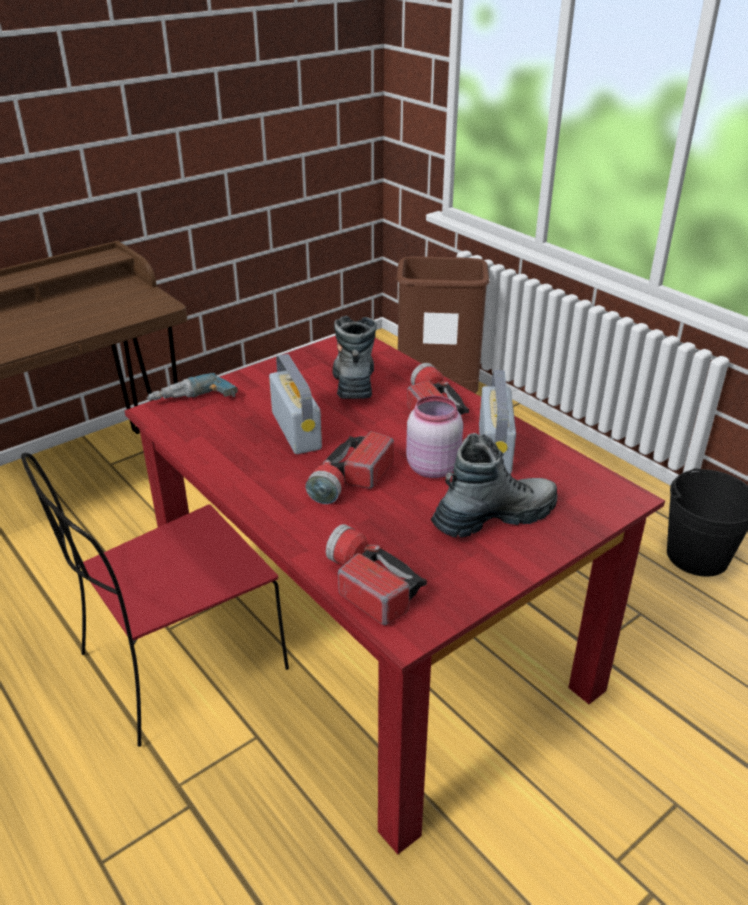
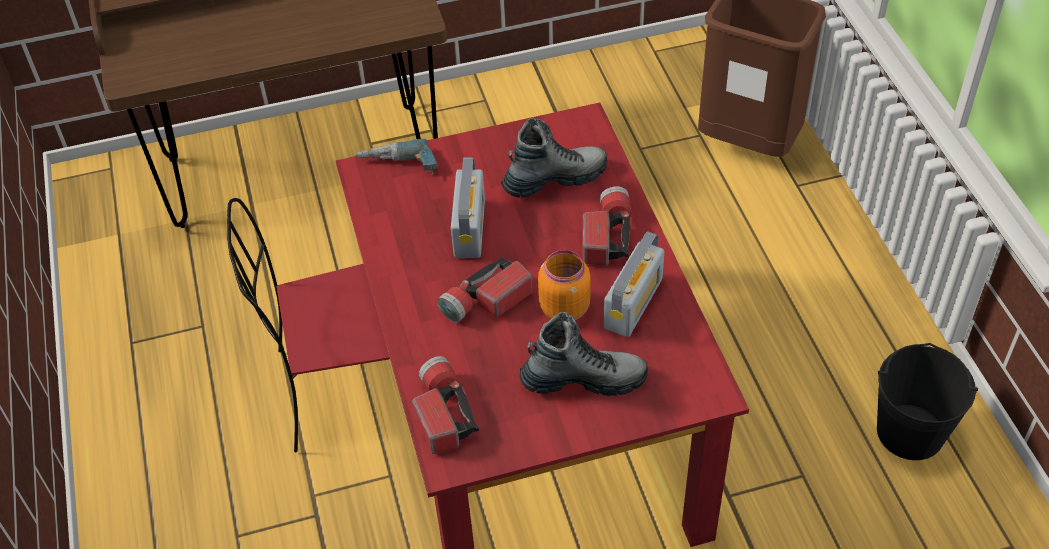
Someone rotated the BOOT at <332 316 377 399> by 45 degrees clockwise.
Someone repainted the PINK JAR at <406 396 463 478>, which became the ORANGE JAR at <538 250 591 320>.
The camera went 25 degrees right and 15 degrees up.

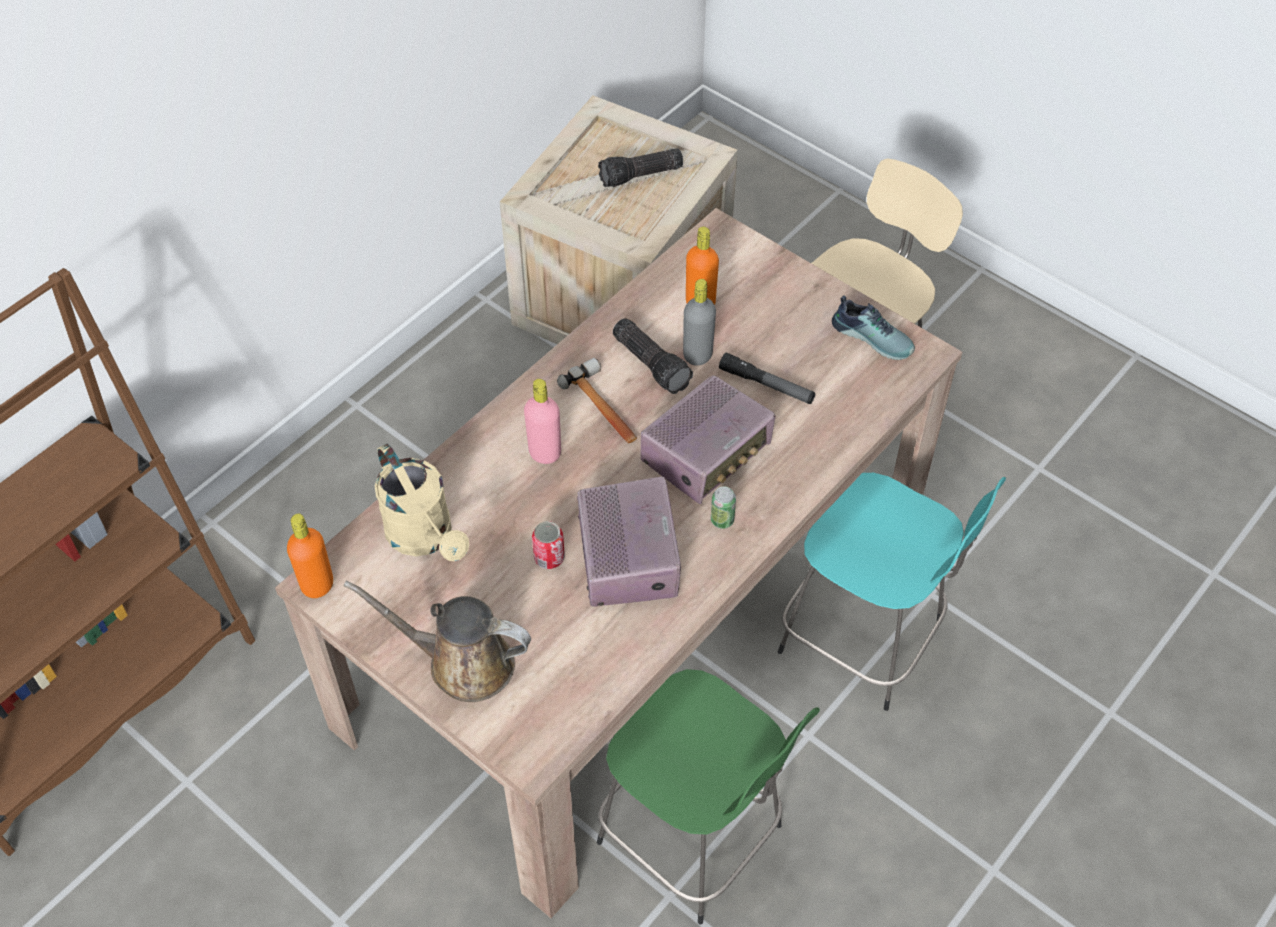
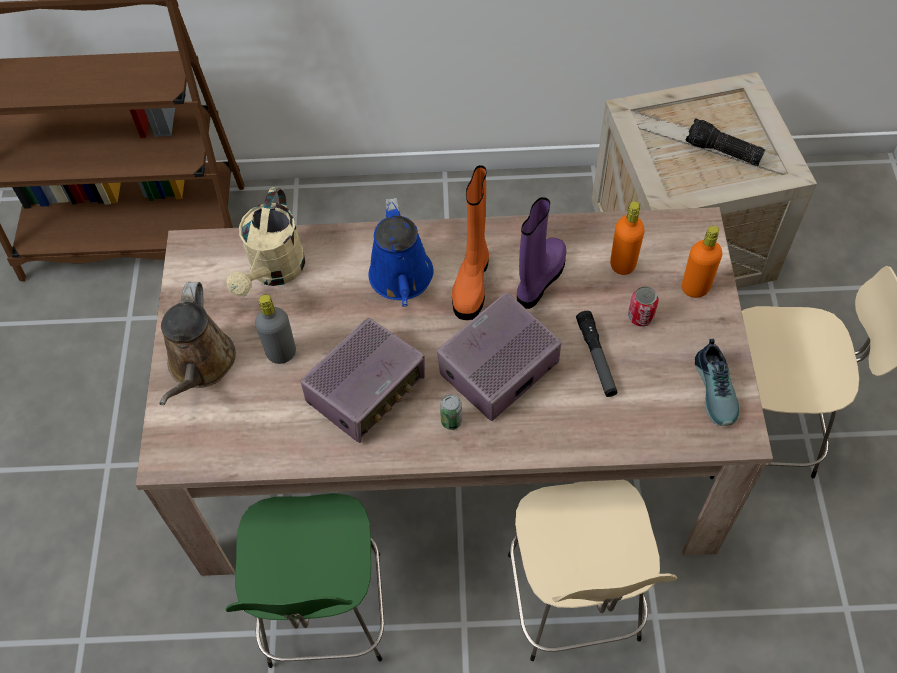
Someone carried the GREY BOTTLE from <683 279 716 366> to <255 295 296 364>.
Someone swapped the FLASHLIGHT at <613 318 693 394> for the PURPLE BOOT at <517 197 566 309>.
Someone swapped the HAMMER at <557 358 637 443> for the ORANGE BOOT at <452 165 489 320>.
Someone rotated the RADIO at <641 375 775 504> by 135 degrees clockwise.
Someone swapped the PINK BOTTLE at <524 379 561 464> for the BLUE WATERING CAN at <368 198 434 307>.
Someone repainted the TURQUOISE STOOL at <778 473 1006 711>, which became the BEIGE STOOL at <508 480 677 661>.
Someone carried the ORANGE BOTTLE from <287 514 333 598> to <682 226 722 298>.
Someone carried the CAN from <532 521 565 569> to <628 286 659 327>.
Someone rotated the BROWN WATERING CAN at <344 580 531 702> by 150 degrees counterclockwise.
The camera went 50 degrees right and 5 degrees up.

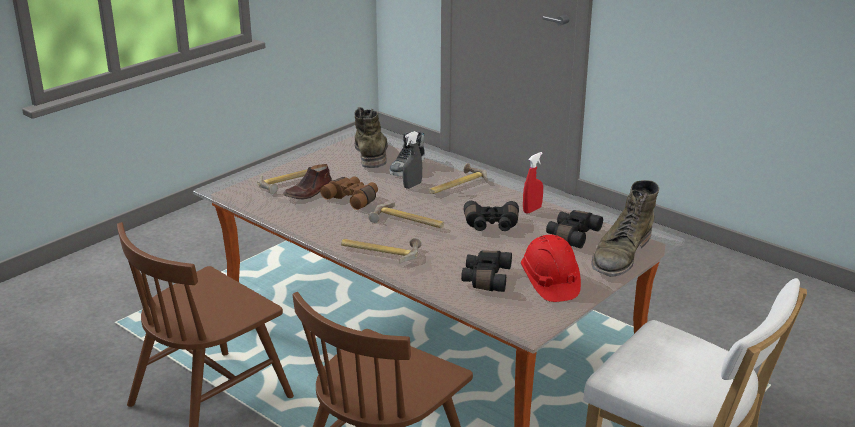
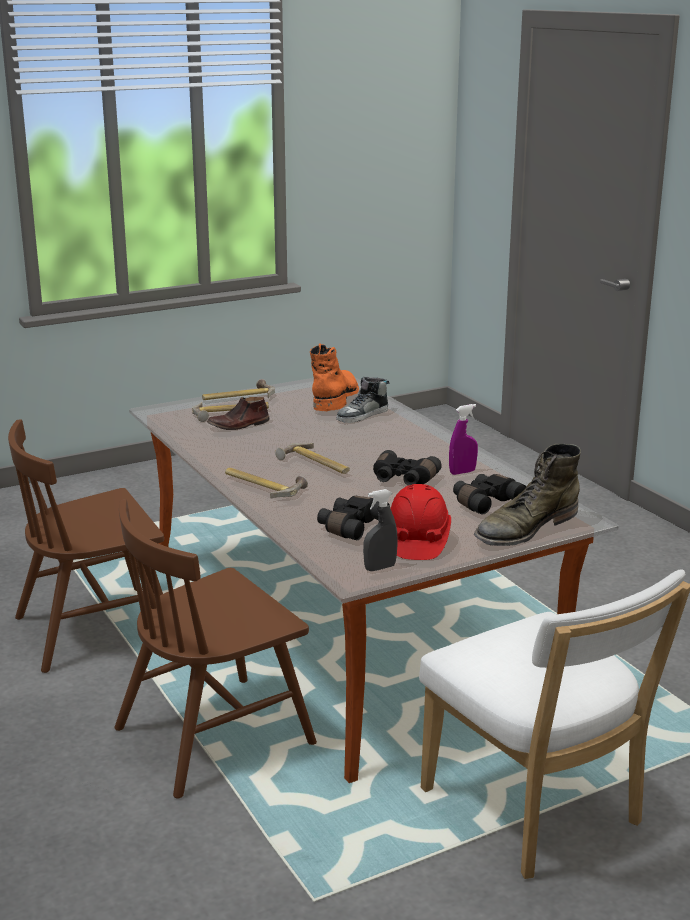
Someone repainted the GREEN BOOT at <354 107 388 168>, which became the ORANGE BOOT at <310 344 359 411>.
Someone carried the GREY SPRAY BOTTLE from <403 131 422 189> to <363 489 398 571>.
Someone repainted the RED SPRAY BOTTLE at <523 152 543 214>, which became the PURPLE SPRAY BOTTLE at <449 404 478 475>.
Someone carried the HAMMER from <429 163 488 194> to <202 379 275 400>.
Someone took away the BROWN BINOCULARS at <320 176 378 210>.
The camera went 20 degrees right and 5 degrees down.

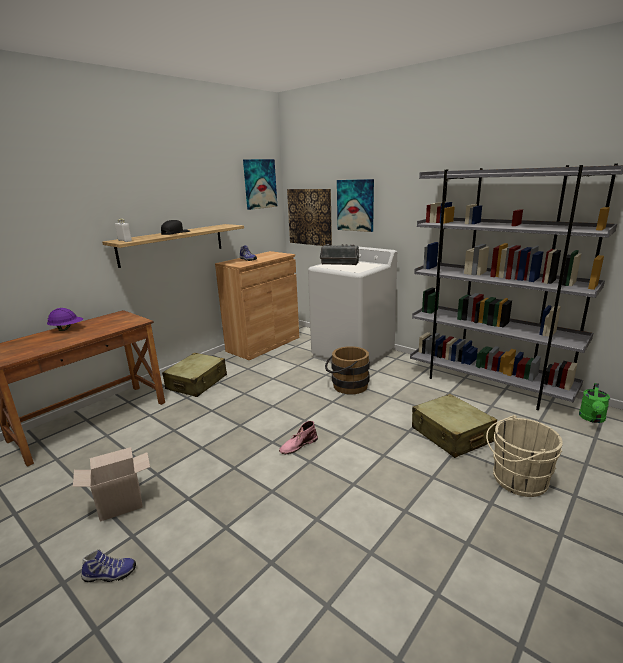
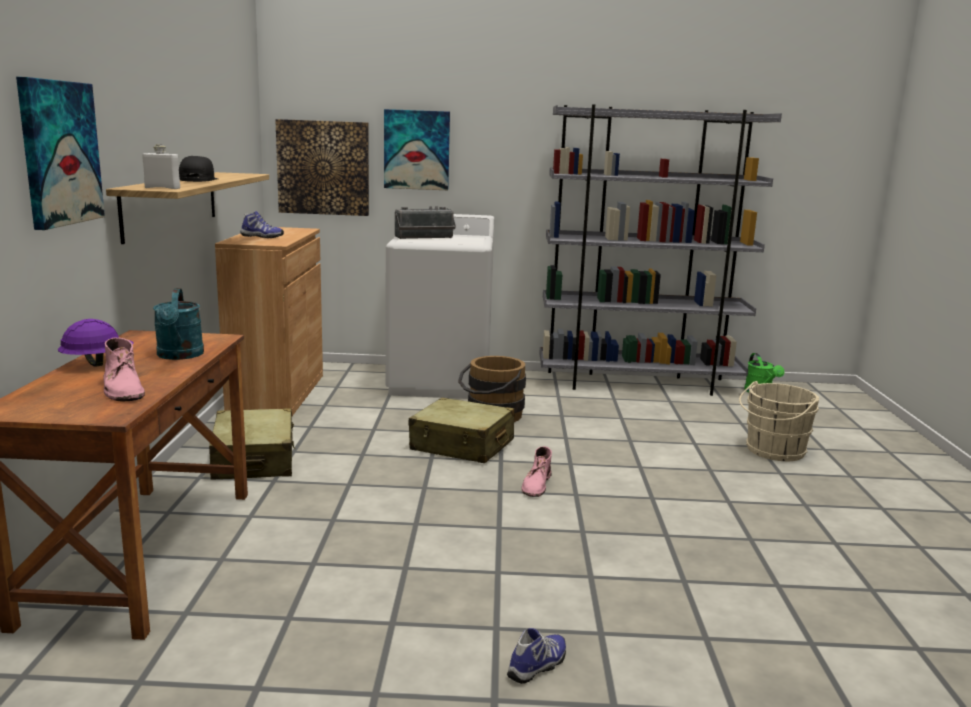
Someone carried the PICTURE from <243 159 277 210> to <16 77 105 230>.
Someone carried the BEIGE SUITCASE from <412 394 497 458> to <409 397 514 463>.
Someone took away the CARDBOARD BOX at <73 447 150 522>.
Someone put down the TURQUOISE WATERING CAN at <153 289 204 360>.
Someone put down the PINK BOOT at <103 337 145 401>.
The camera went 40 degrees left and 5 degrees down.

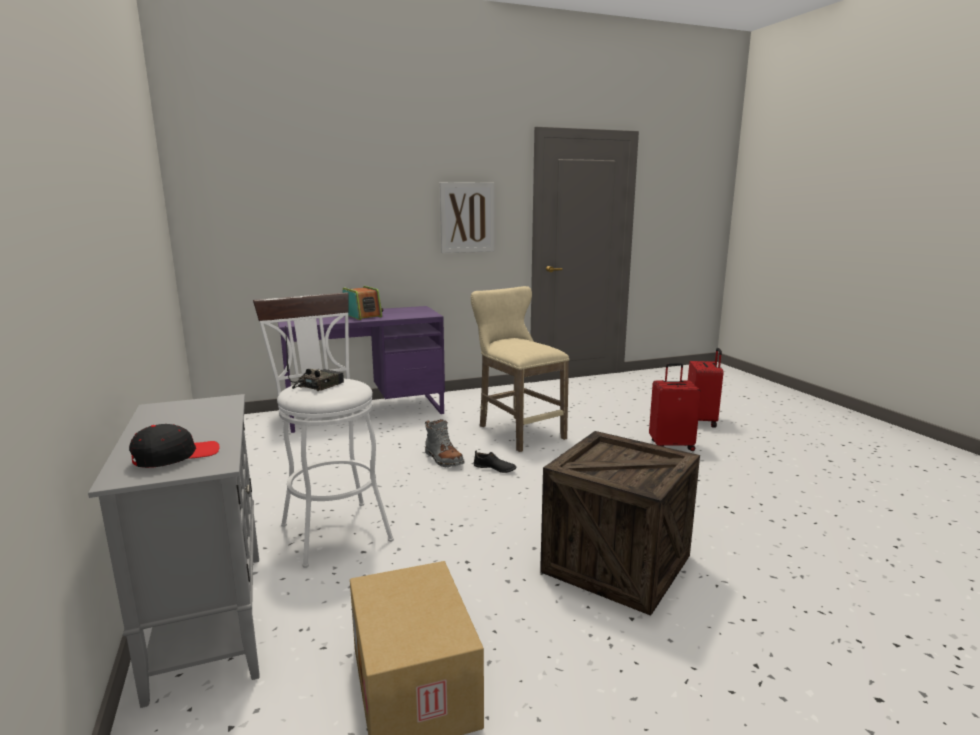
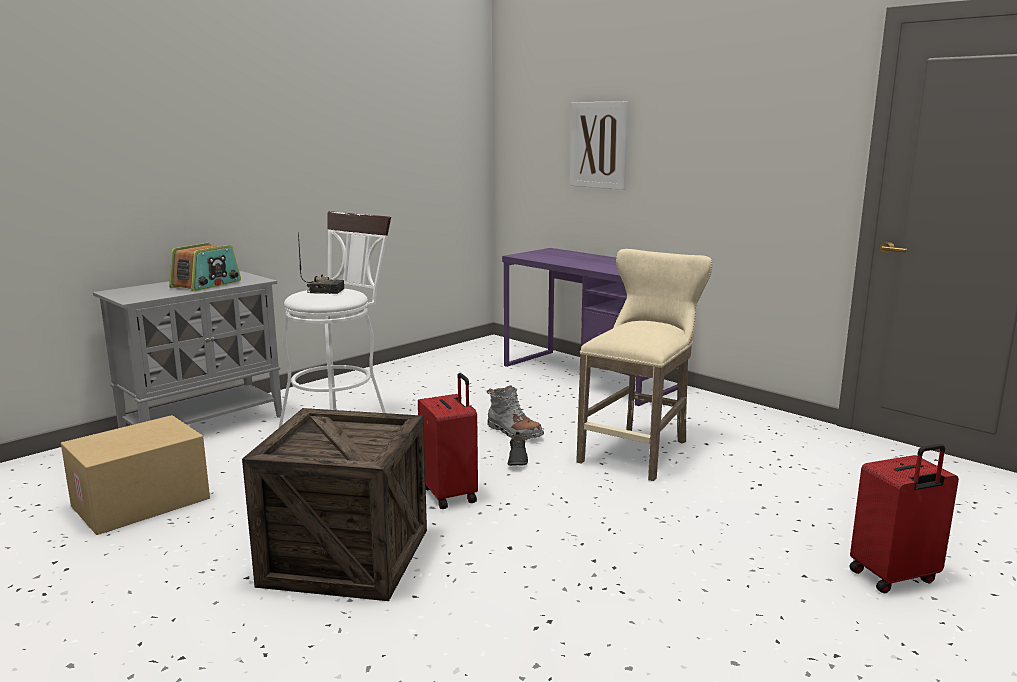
Someone carried the PICTURE from <440 182 495 253> to <570 101 629 190>.
Someone carried the RADIO from <342 286 383 320> to <169 243 241 291>.
Someone carried the RED SUITCASE from <649 363 701 451> to <418 373 478 509>.
Someone rotated the GREY BOOT at <425 419 465 468> by 75 degrees counterclockwise.
Someone took away the BLACK CAP at <129 424 220 468>.
The camera went 65 degrees right and 0 degrees up.

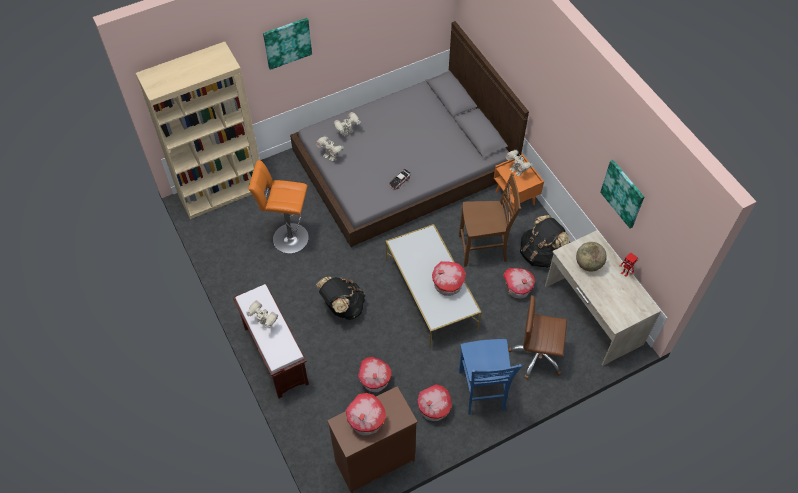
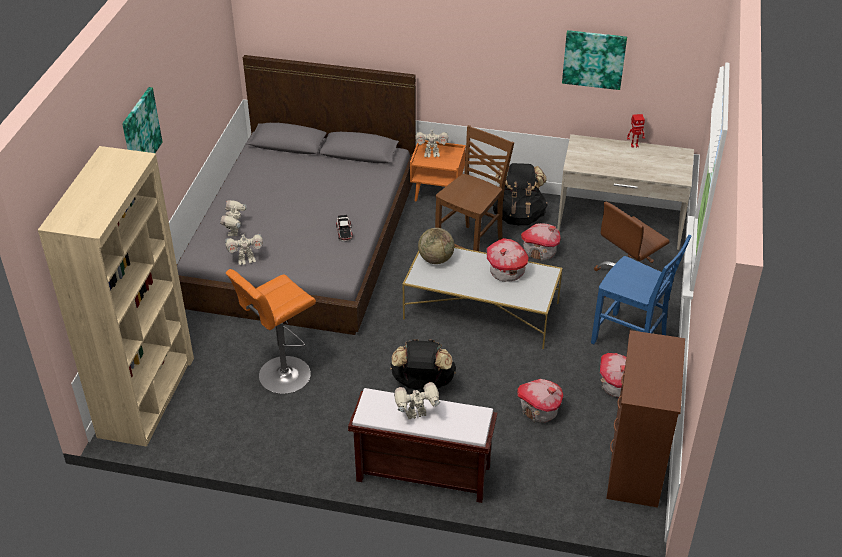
Someone carried the GLOBE from <576 242 607 272> to <418 228 454 264>.
Someone took away the TOY HOUSE at <345 393 386 435>.
The camera went 50 degrees left and 15 degrees down.

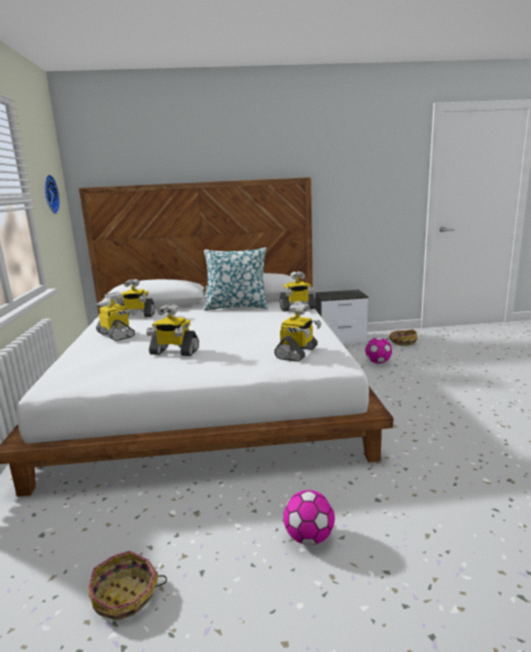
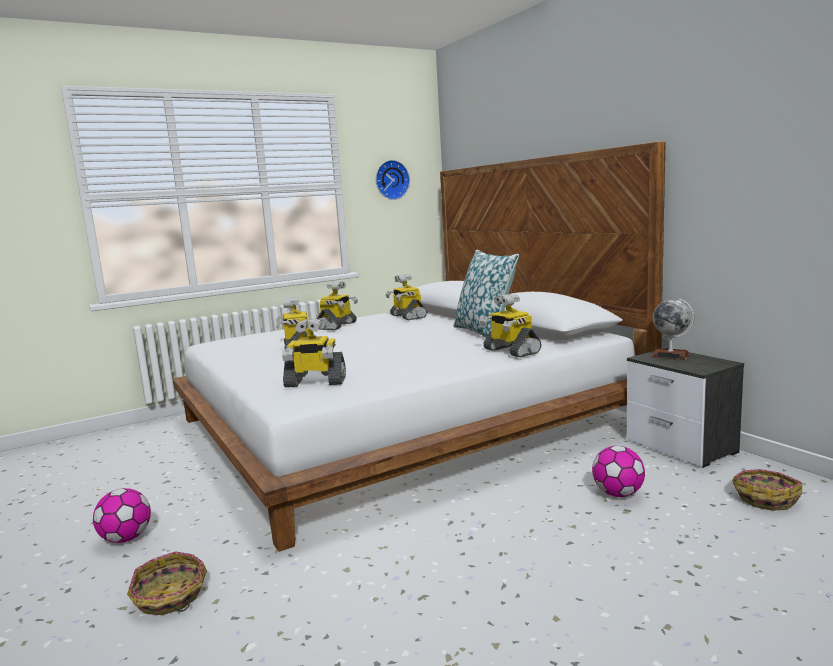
Someone carried the BASKET from <89 551 167 620> to <127 551 207 615>.
Someone put down the GLOBE at <651 298 694 360>.
The camera went 65 degrees right and 5 degrees down.

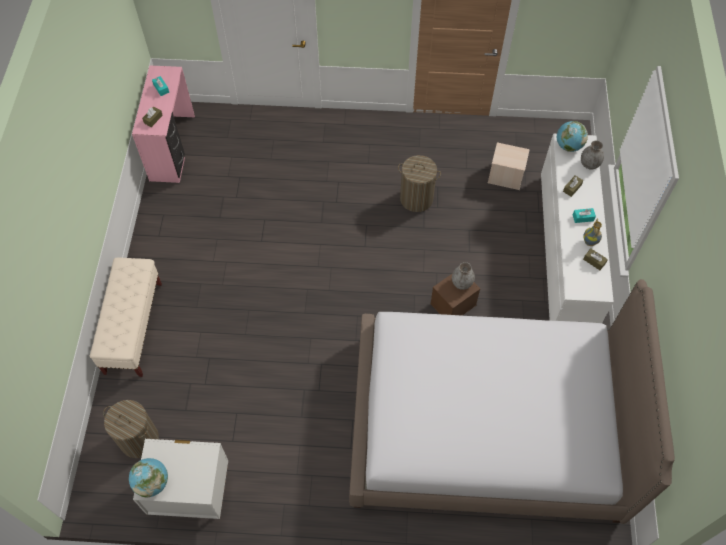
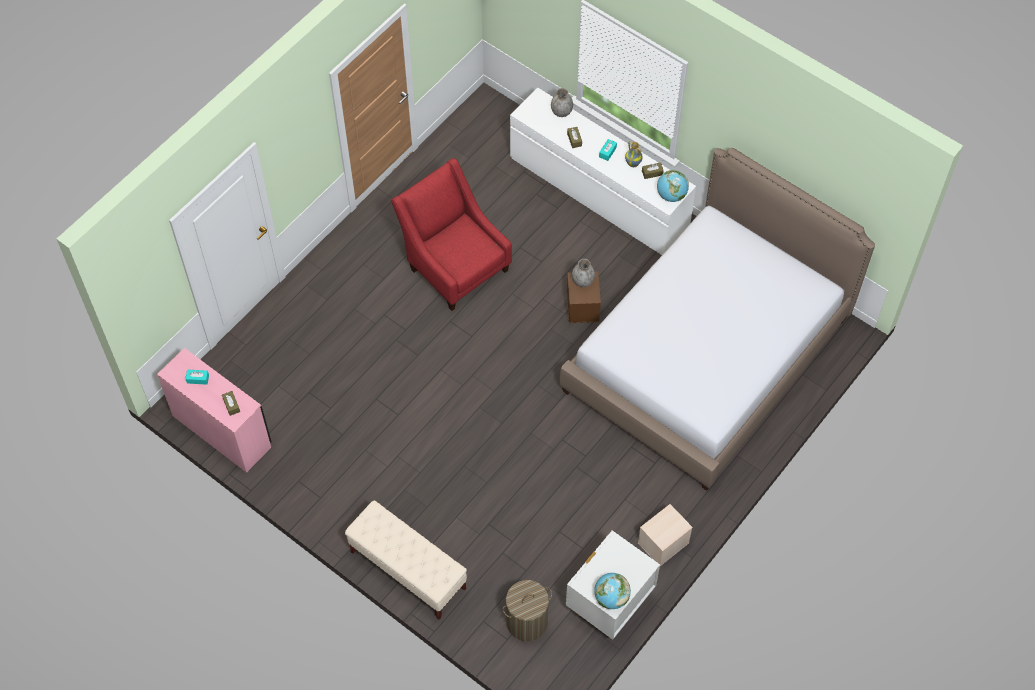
Someone carried the GLOBE from <557 121 588 152> to <657 170 689 202>.
Someone carried the BEIGE STORAGE BOX from <488 142 530 190> to <638 504 693 566>.
Someone swapped the LAUNDRY BASKET at <398 155 441 212> for the RED ARMCHAIR at <391 158 512 311>.
The camera went 55 degrees left and 0 degrees up.

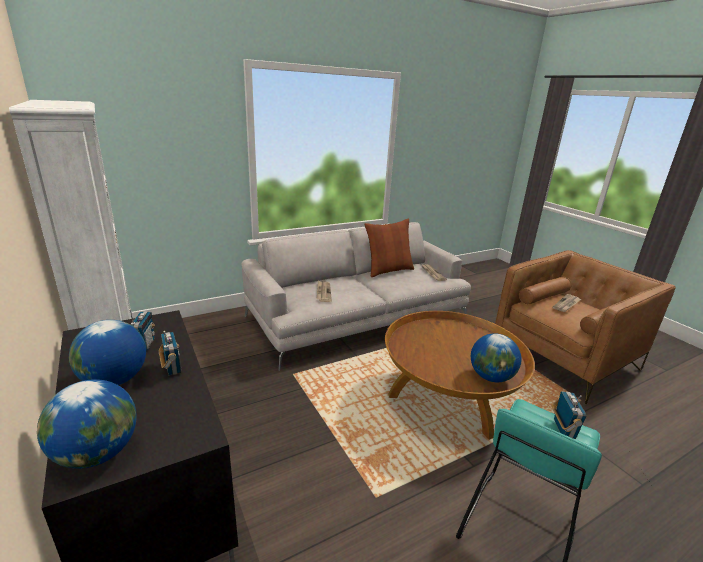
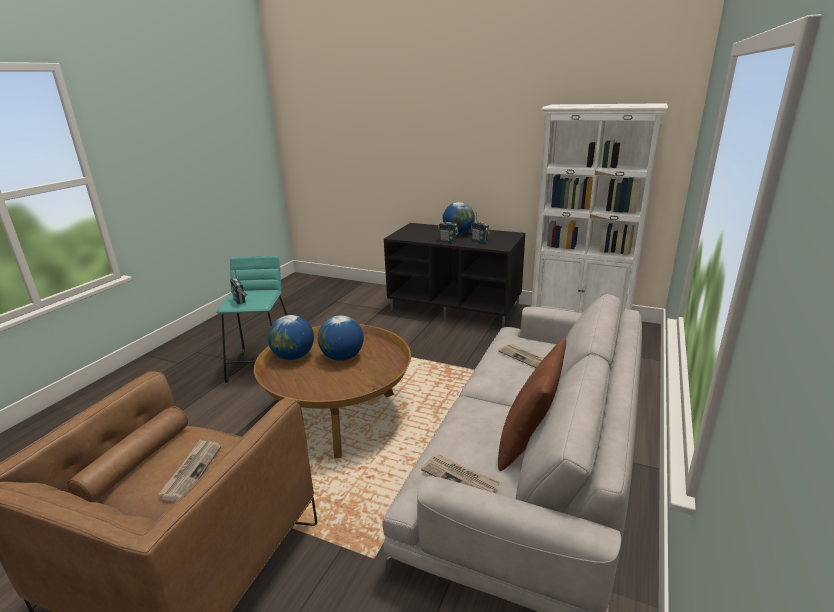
Someone carried the GLOBE from <37 379 137 469> to <318 315 364 361>.
The camera went 145 degrees right and 0 degrees up.

